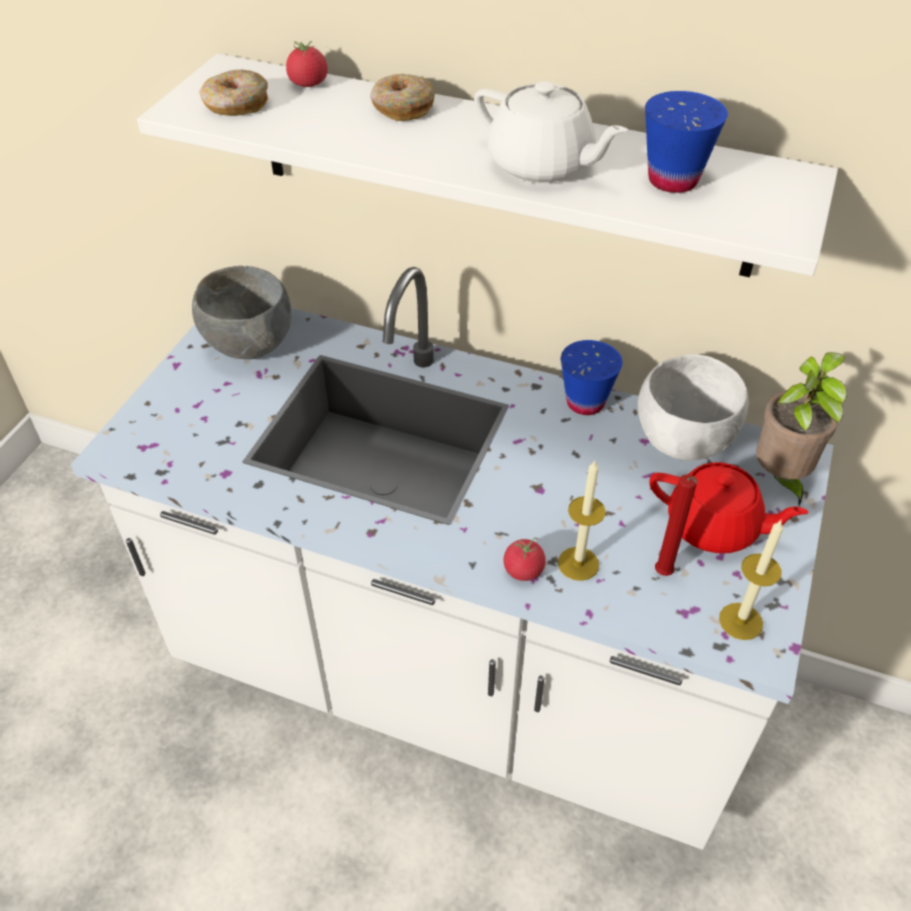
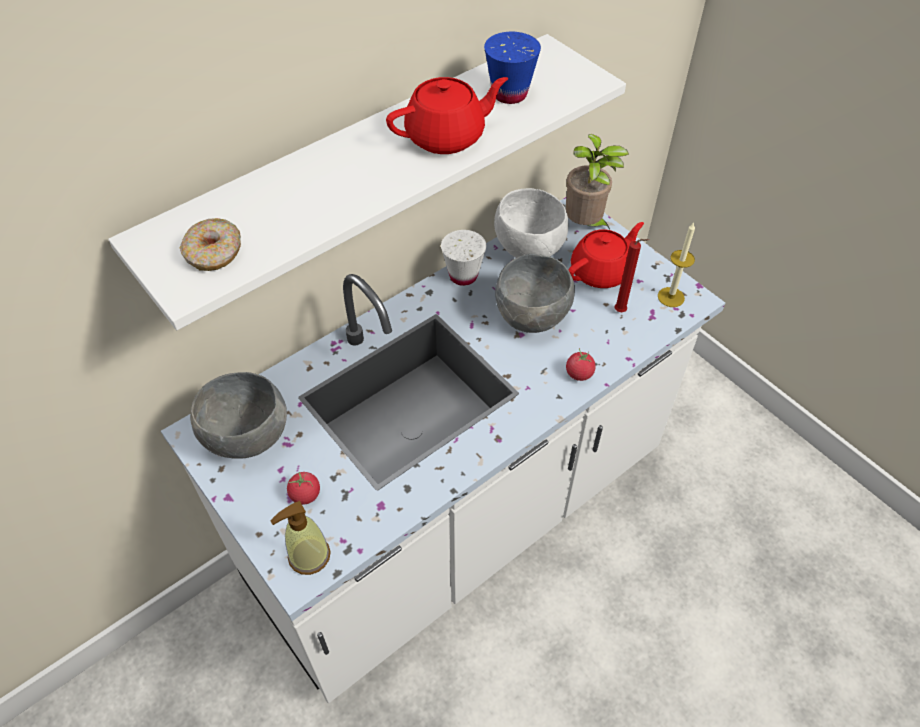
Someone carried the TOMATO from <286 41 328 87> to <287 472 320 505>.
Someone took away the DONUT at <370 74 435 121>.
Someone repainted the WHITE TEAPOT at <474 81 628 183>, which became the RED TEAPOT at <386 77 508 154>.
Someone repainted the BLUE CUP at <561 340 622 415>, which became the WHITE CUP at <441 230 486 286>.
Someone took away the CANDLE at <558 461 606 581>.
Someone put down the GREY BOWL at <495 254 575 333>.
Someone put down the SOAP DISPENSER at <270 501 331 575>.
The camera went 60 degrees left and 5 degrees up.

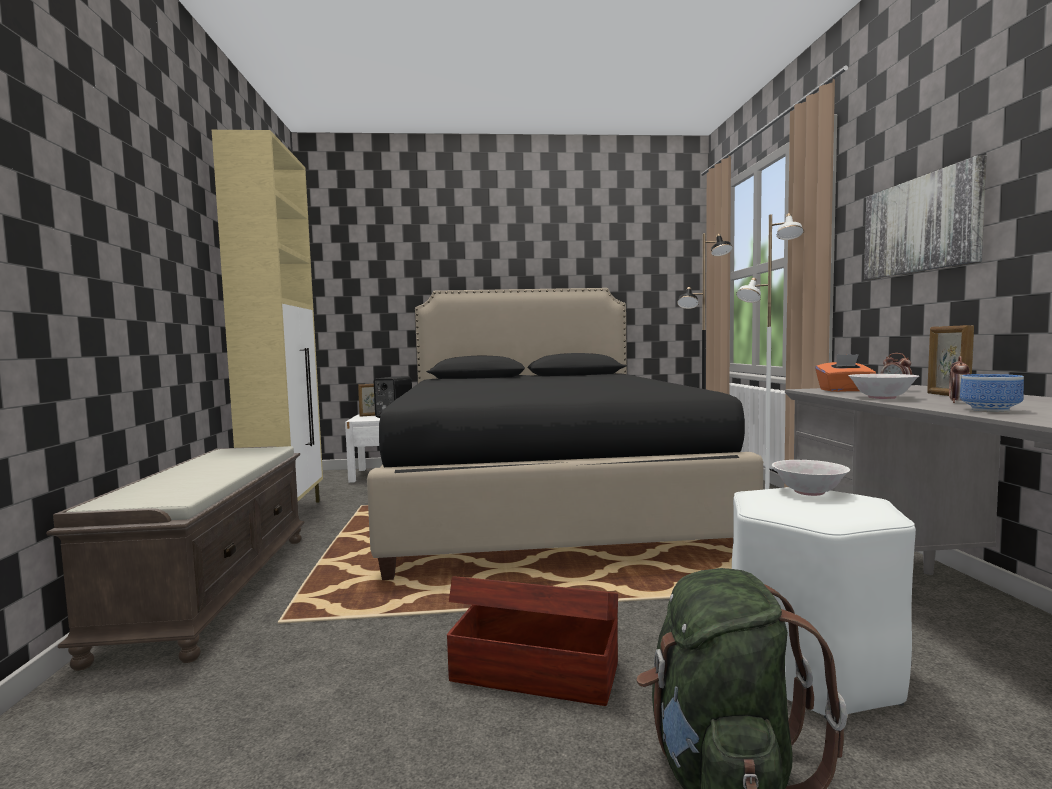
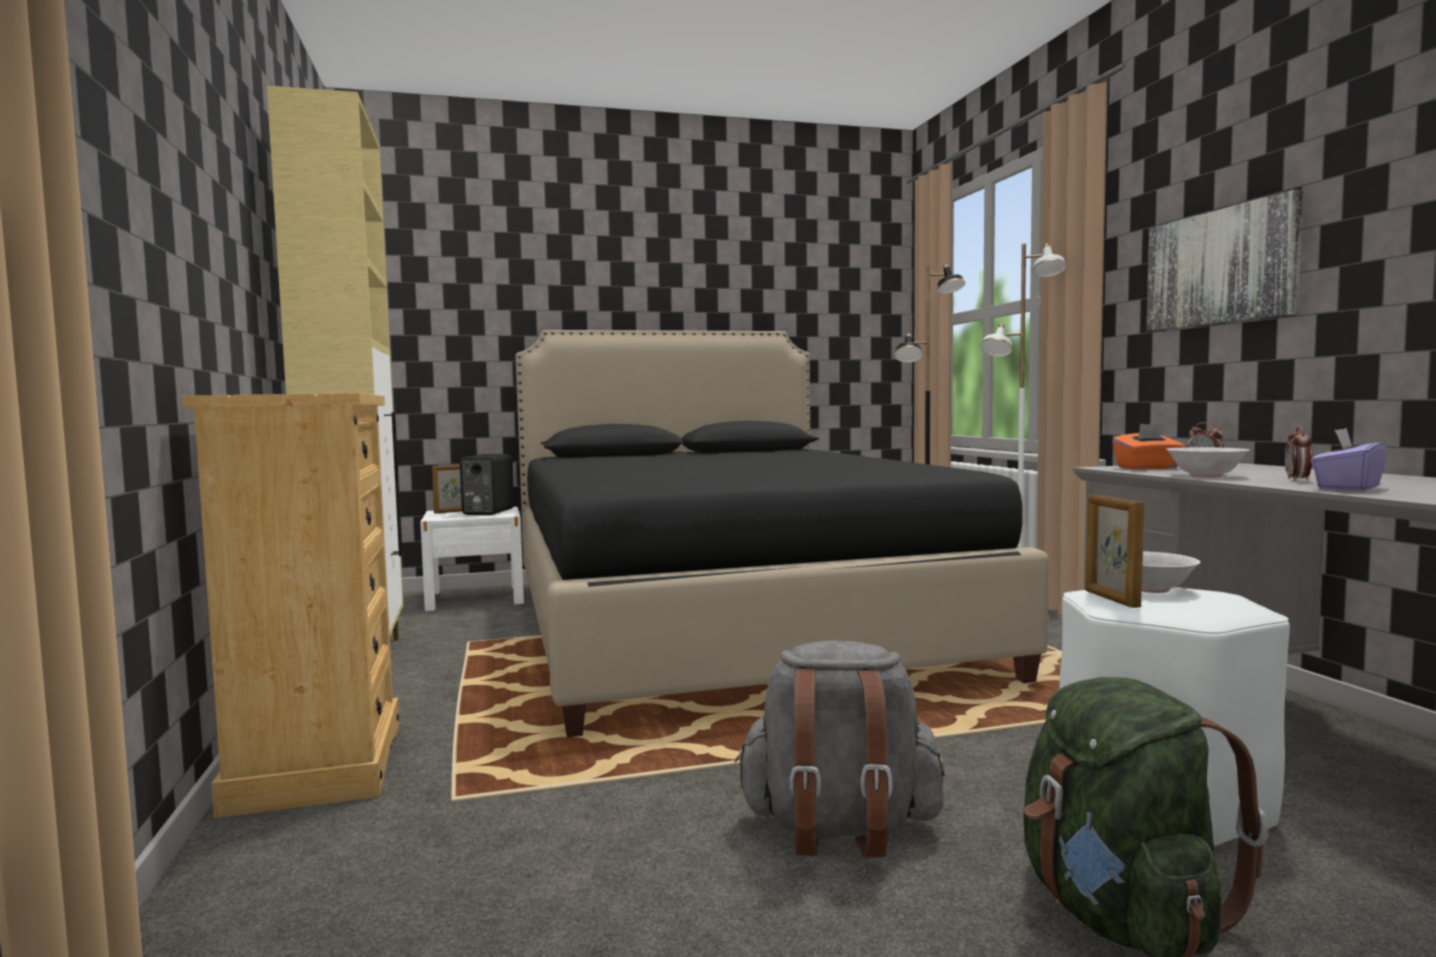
Someone carried the PICTURE FRAME from <927 325 974 396> to <1086 494 1144 608>.
Someone swapped the BOWL at <960 374 1024 412> for the PURPLE TISSUE BOX at <1311 428 1387 491>.
Someone swapped the BROWN BENCH at <46 446 304 671> for the BEIGE DRESSER at <182 393 399 818>.
Someone swapped the BROWN STORAGE BOX at <447 576 618 706> for the GREY BACKPACK at <734 641 945 858>.
The camera went 10 degrees left and 0 degrees up.

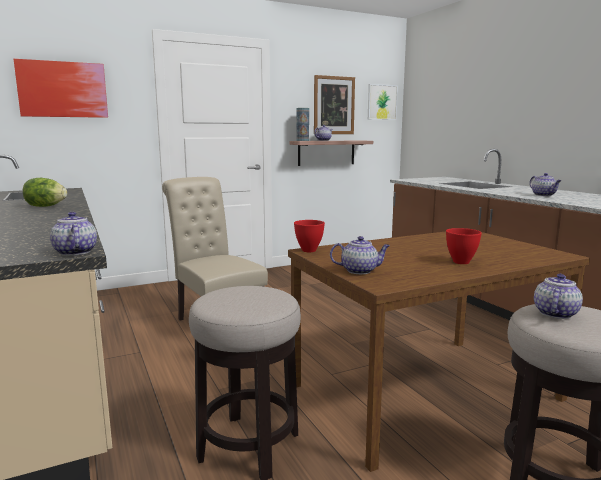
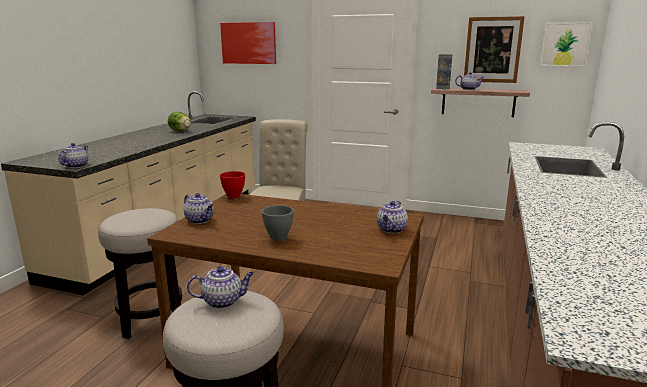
Someone carried the TEAPOT from <530 173 562 196> to <377 201 408 233>.
Someone repainted the RED BOWL at <446 228 482 264>, which became the GREY BOWL at <262 205 294 241>.
The camera went 45 degrees right and 5 degrees up.

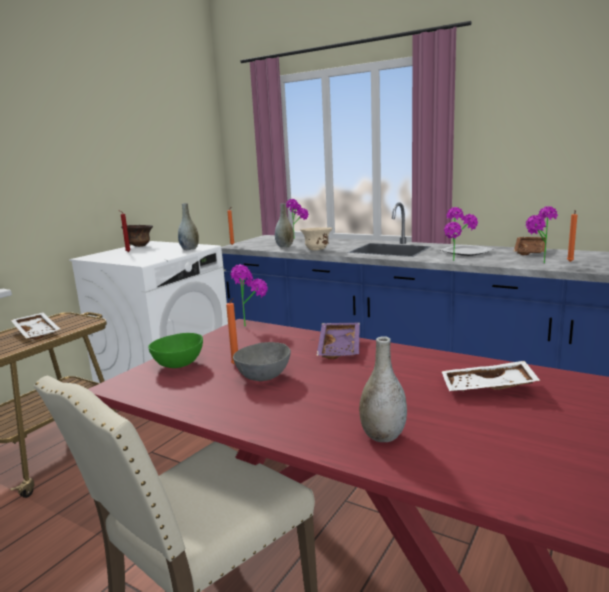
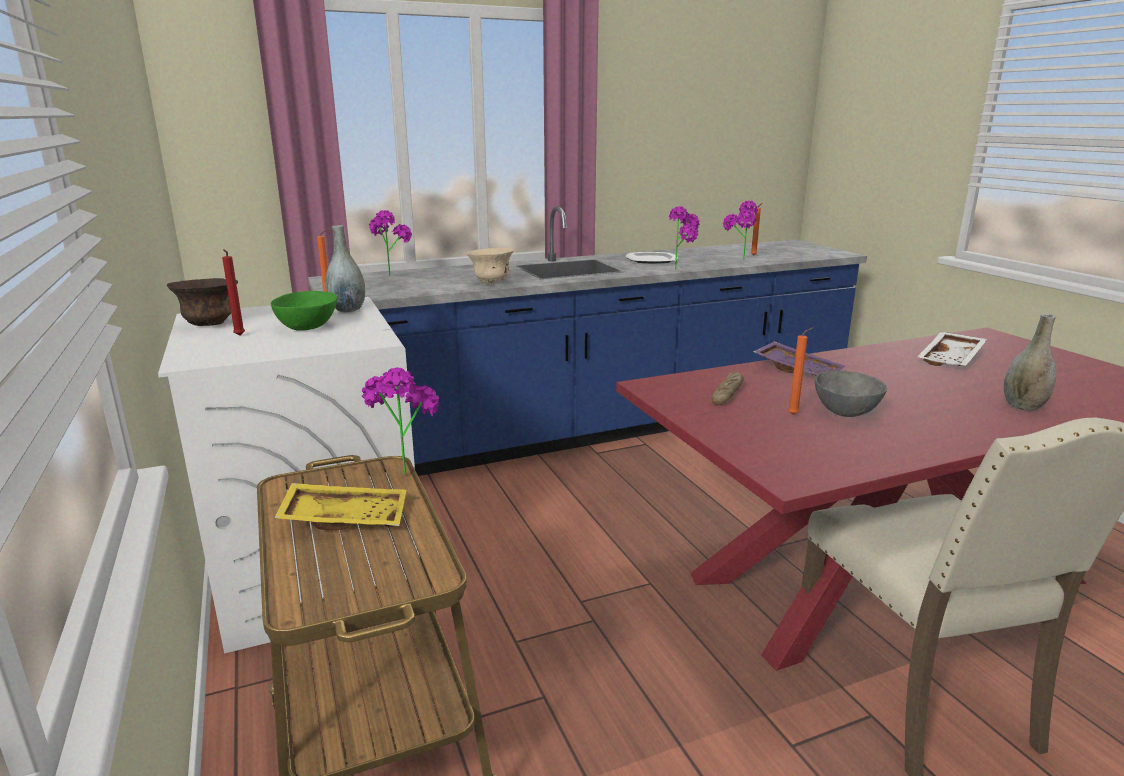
Someone took away the GREY VASE at <275 203 294 247>.
Someone took away the BROWN TRAY at <513 237 546 255>.
Someone carried the POTTED PLANT from <230 264 268 327> to <362 368 439 474>.
Someone repainted the WHITE TRAY at <11 312 60 340>, which became the YELLOW TRAY at <274 483 406 530>.
Someone carried the GREEN BOWL from <148 333 203 368> to <271 291 337 331>.
Someone put down the BREAD at <712 371 744 405>.
The camera went 55 degrees left and 5 degrees up.

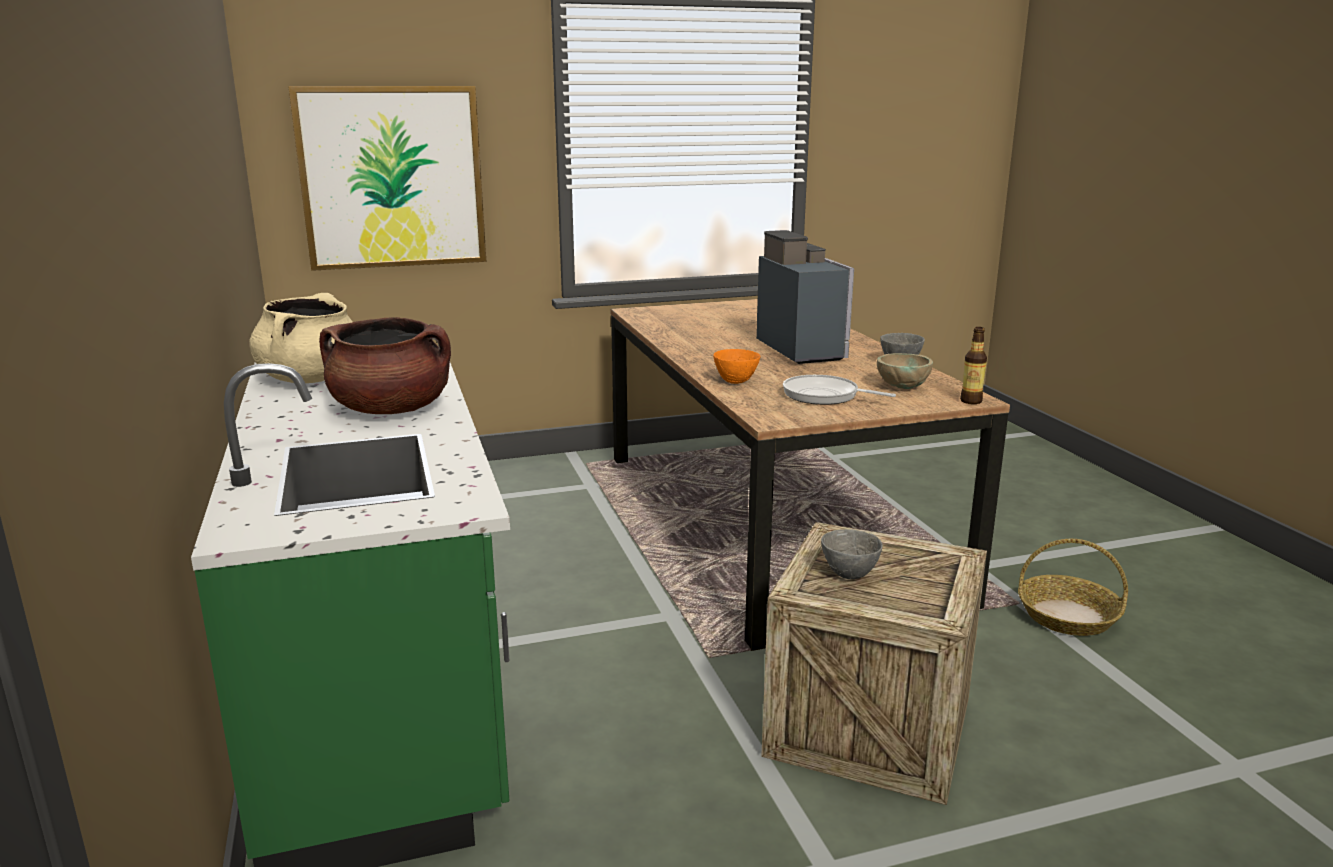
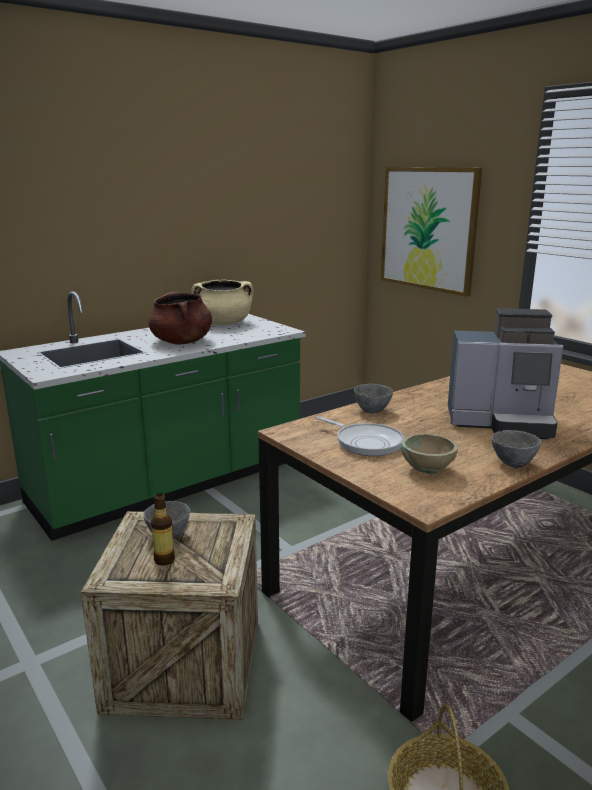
Someone rotated the COFFEE MACHINE at <756 230 854 364> by 45 degrees clockwise.
Someone carried the BOTTLE from <960 327 987 404> to <151 493 175 566>.
Someone repainted the ORANGE BOWL at <713 349 761 384>, which became the GREY BOWL at <354 384 393 413>.
Someone rotated the FRYING PAN at <783 375 896 405> by 120 degrees clockwise.
The camera went 70 degrees right and 0 degrees up.

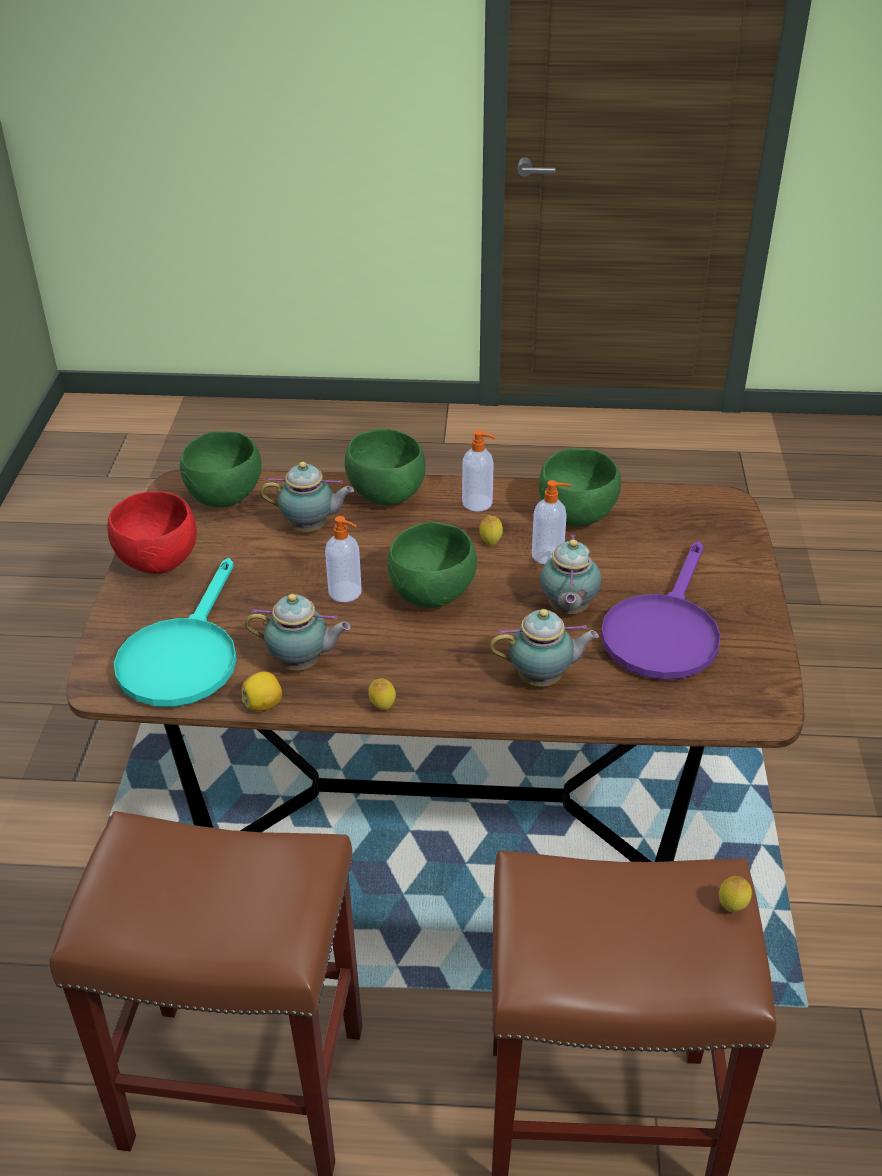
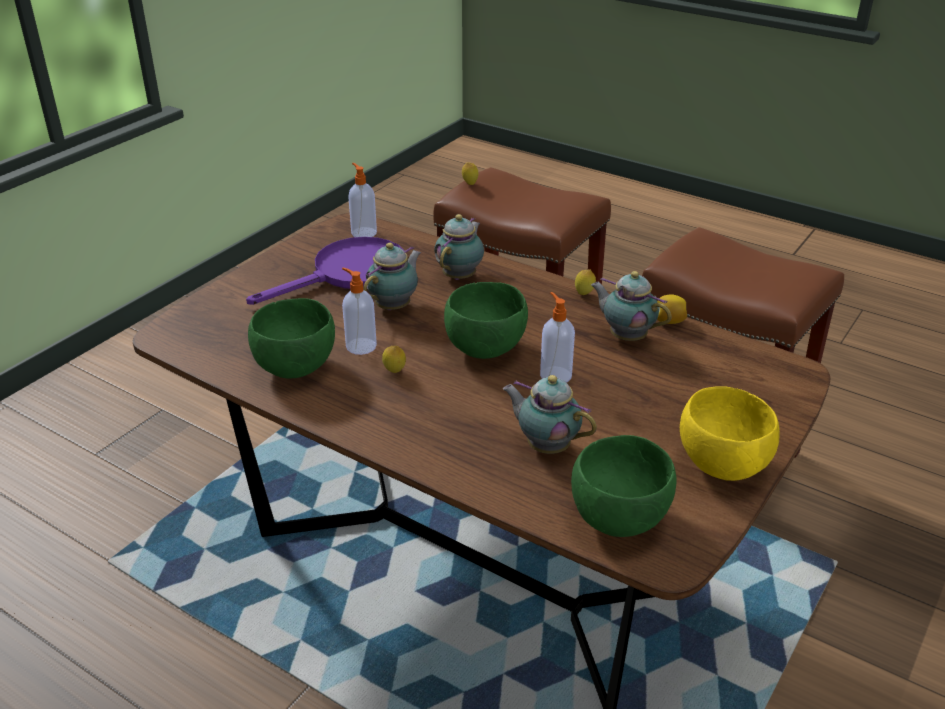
Someone took away the GREEN BOWL at <345 429 426 505>.
Someone carried the SOAP DISPENSER from <462 430 496 512> to <348 163 377 237>.
Someone repainted the RED BOWL at <107 491 197 574>, which became the YELLOW BOWL at <680 387 780 481>.
Someone took away the TURQUOISE FRYING PAN at <114 558 237 707>.
Someone rotated the TEAPOT at <490 609 599 687> by 90 degrees clockwise.
The camera went 150 degrees left and 5 degrees down.

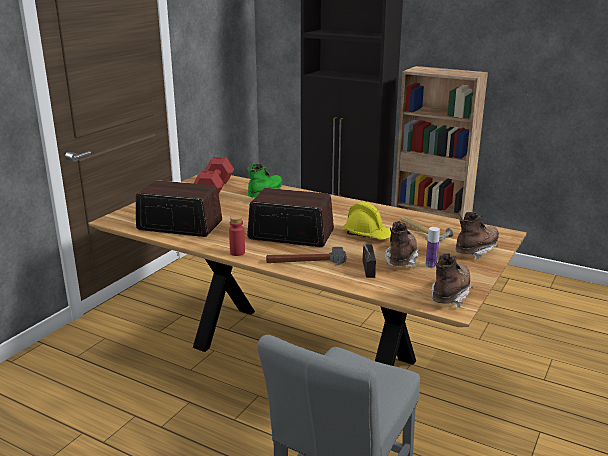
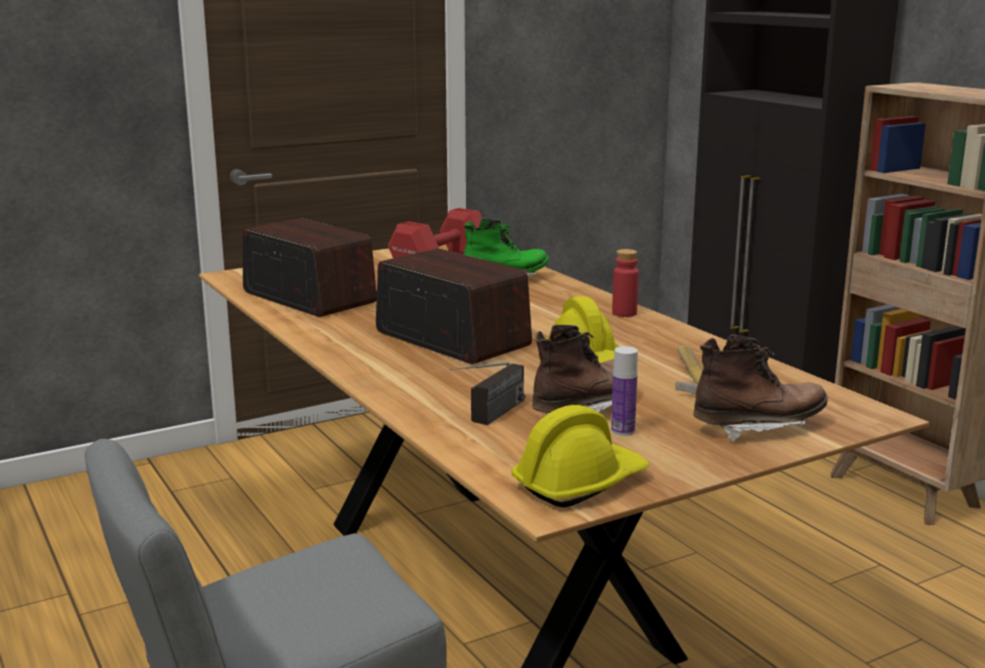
Someone carried the RED BOTTLE from <229 215 245 256> to <612 249 639 317>.
Someone took away the HAMMER at <266 247 346 266>.
Someone swapped the BROWN BOOT at <431 253 473 308> for the YELLOW HARD HAT at <511 405 649 508>.
The camera went 30 degrees right and 5 degrees down.

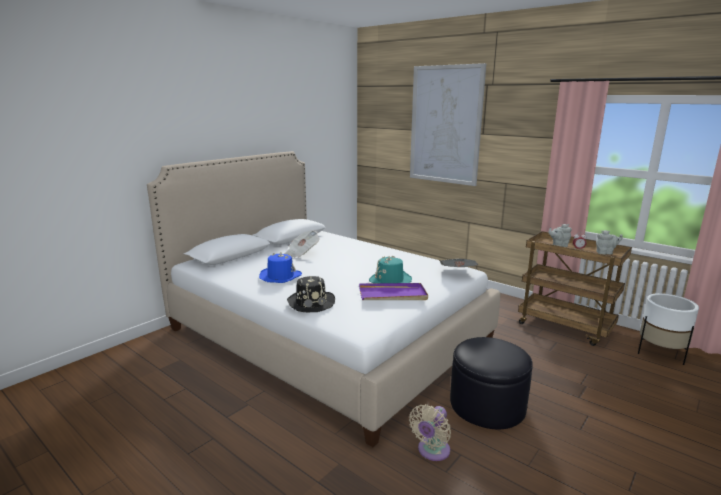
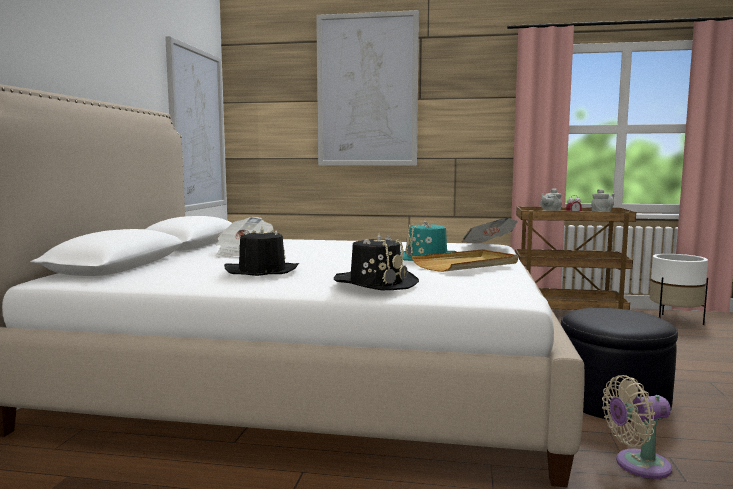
Someone repainted the BLUE HAT at <259 252 302 283>, which became the BLACK HAT at <224 227 299 276>.
Someone repainted the PURPLE TRAY at <359 283 428 300>, which became the BEIGE TRAY at <412 249 518 272>.
Someone rotated the BEIGE FAN at <409 404 451 461> by 75 degrees clockwise.
Someone put up the PICTURE at <165 36 226 212>.
The camera went 30 degrees left and 10 degrees down.

